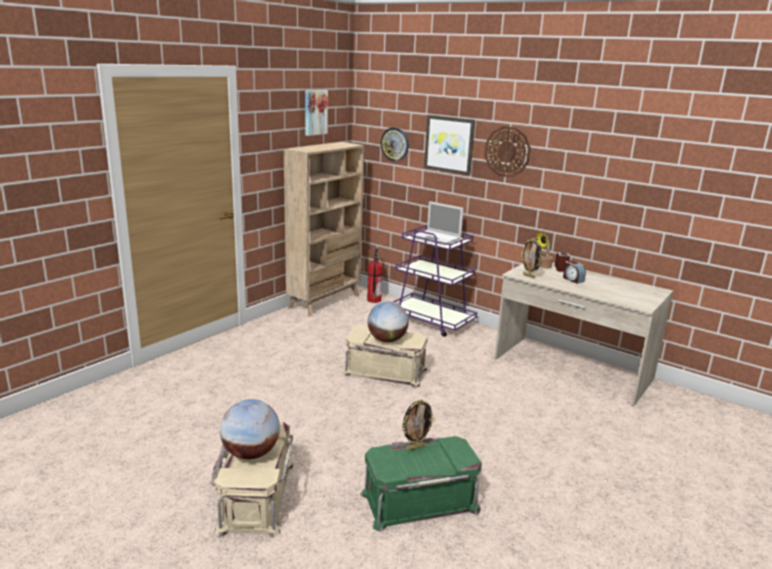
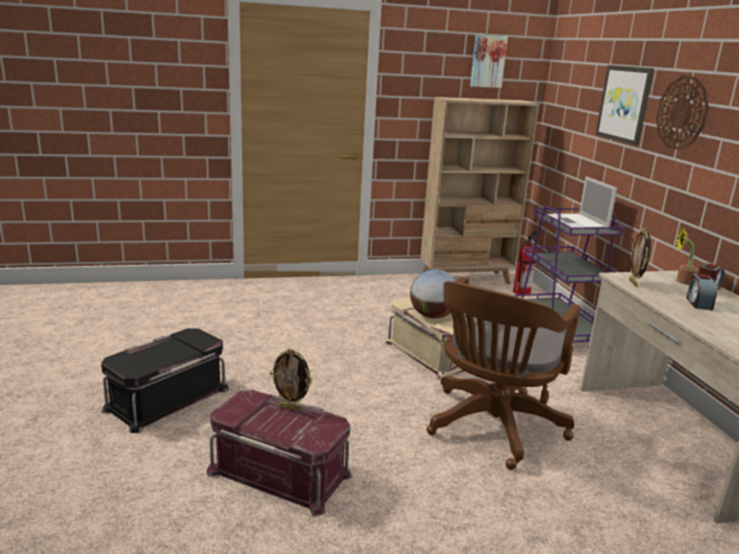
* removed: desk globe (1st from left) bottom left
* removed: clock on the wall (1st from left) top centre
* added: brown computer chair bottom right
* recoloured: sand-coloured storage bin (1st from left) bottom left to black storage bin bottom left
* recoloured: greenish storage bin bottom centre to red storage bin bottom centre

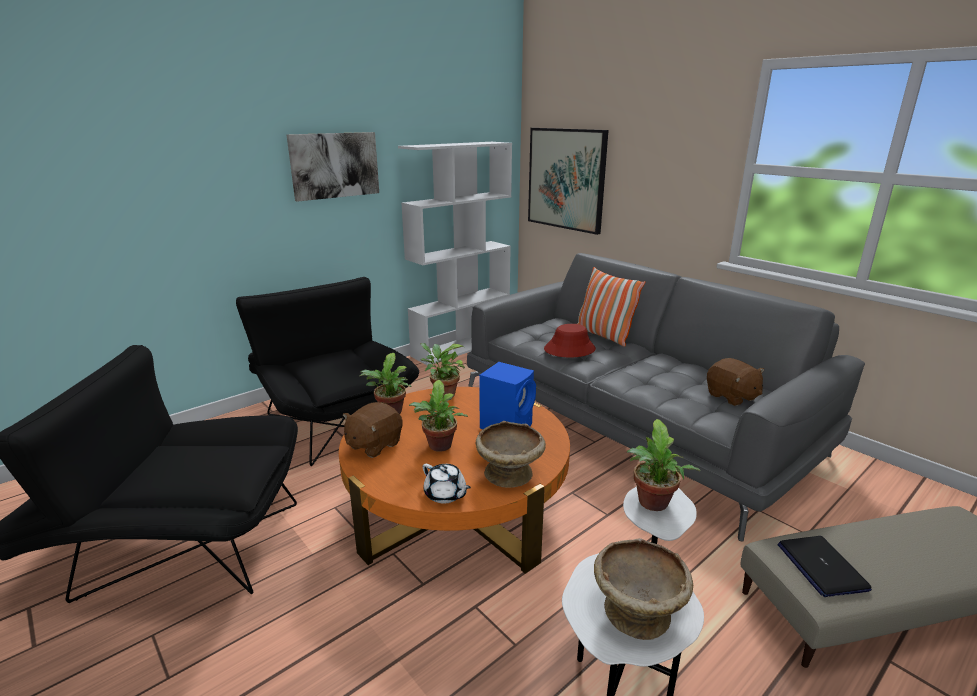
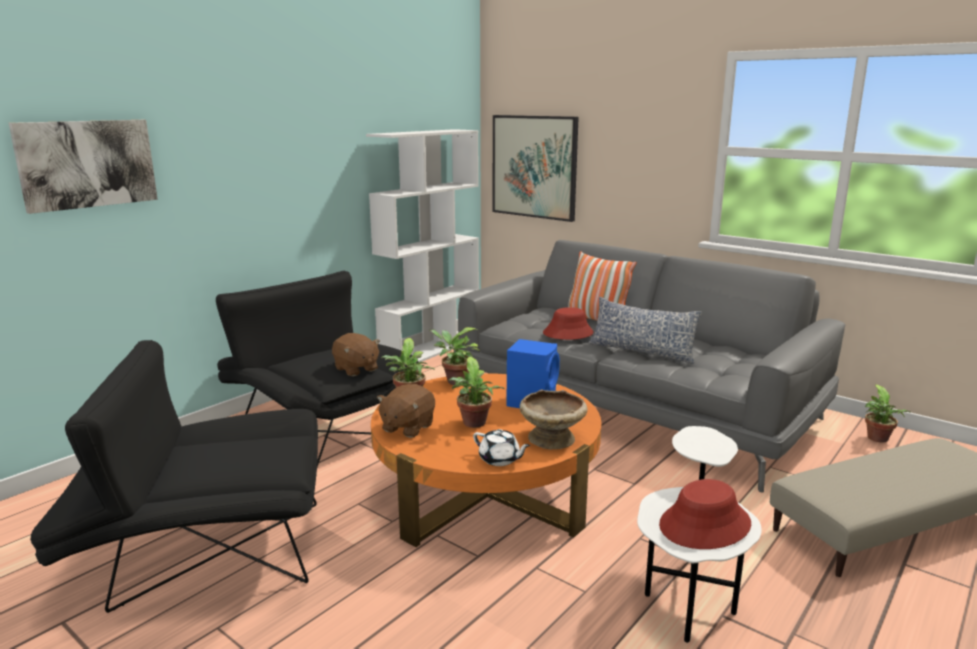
* removed: laptop bottom right
* added: throw pillow (2nd from left) centre
* moved: wall art (1st from left) top centre to top left
* moved: plant in a pot (4th from left) bottom right to middle right
* moved: brown cuddly toy (2nd from left in the first image) middle right to brown cuddly toy (1st from left) centre
* replaced: sand-coloured serving bowl (2nd from left) bottom centre to red hat (2nd from left) bottom right

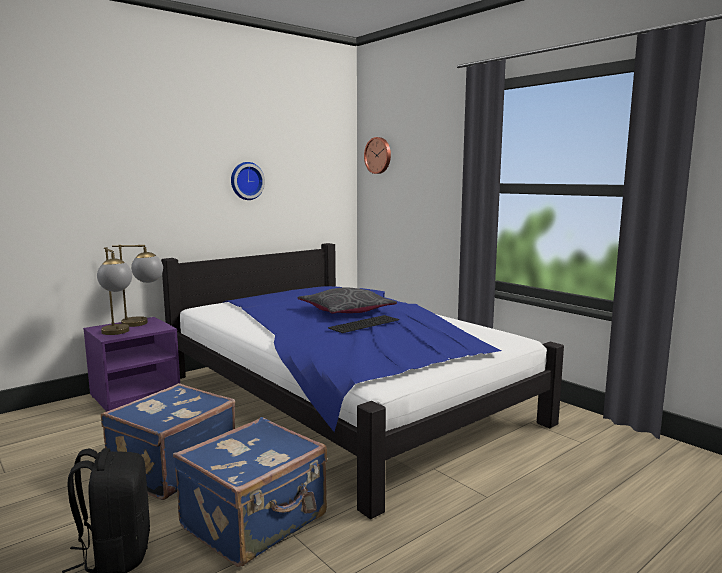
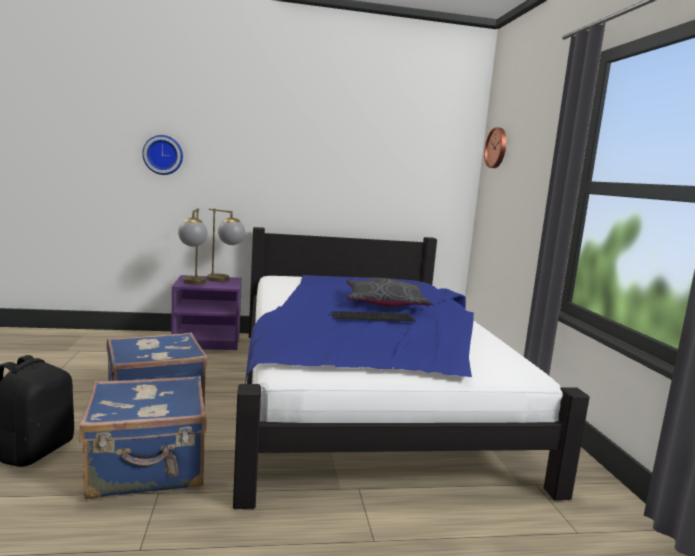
* moved: clock on the wall (1st from left) top centre to top left

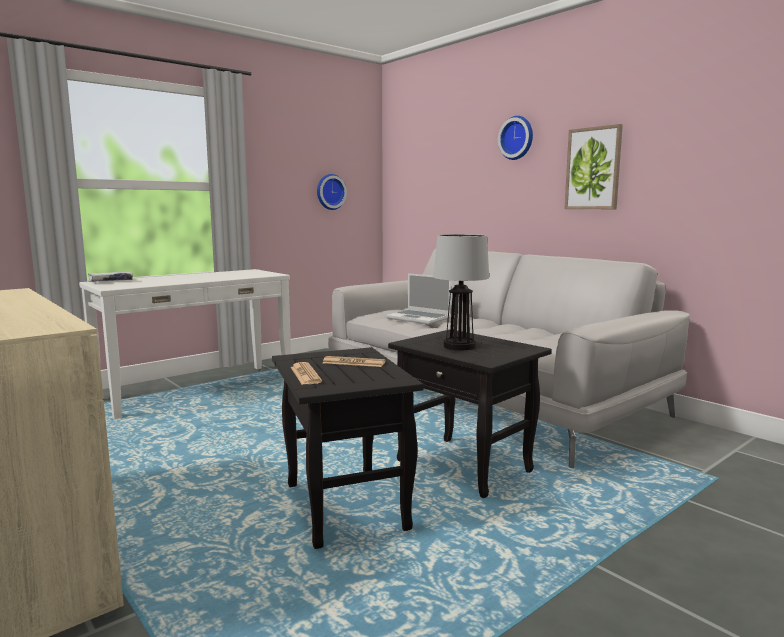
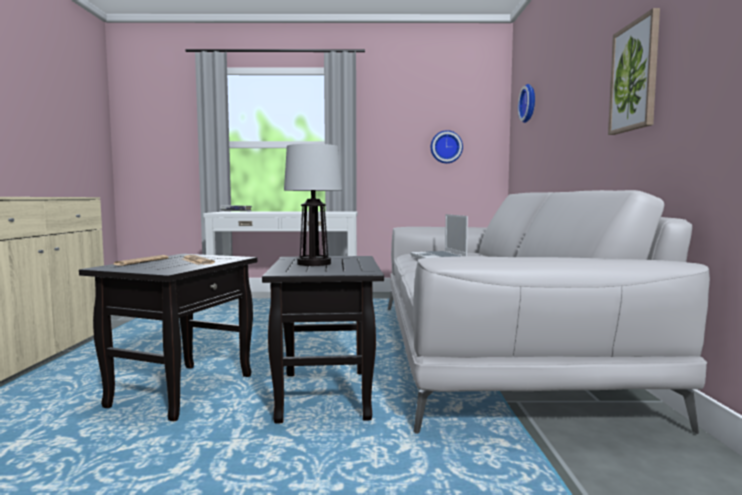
* moved: clock on the wall (2nd from left) top centre to top right

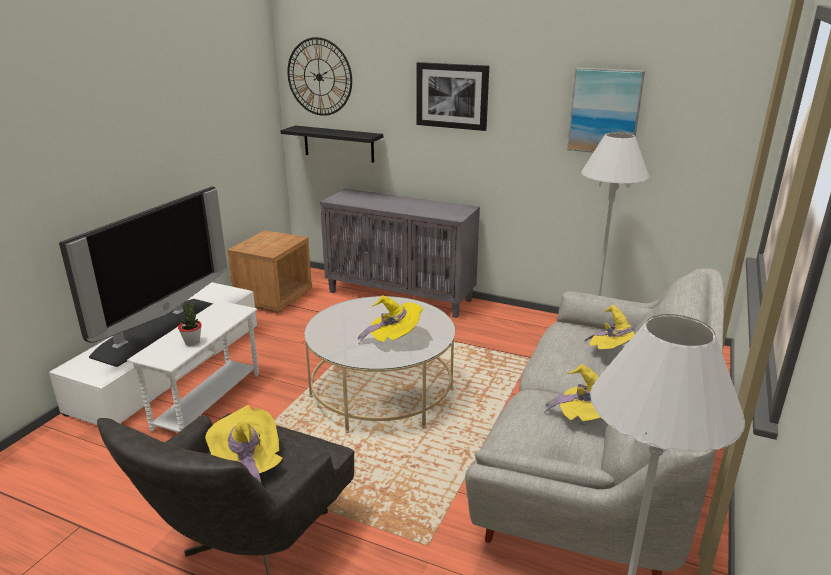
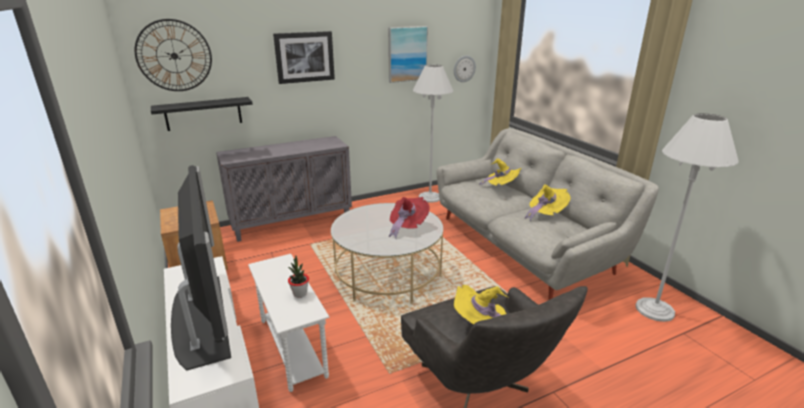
* added: clock on the wall (2nd from left) top centre
* recoloured: yellow-coloured hat (2nd from left) centre to red hat centre

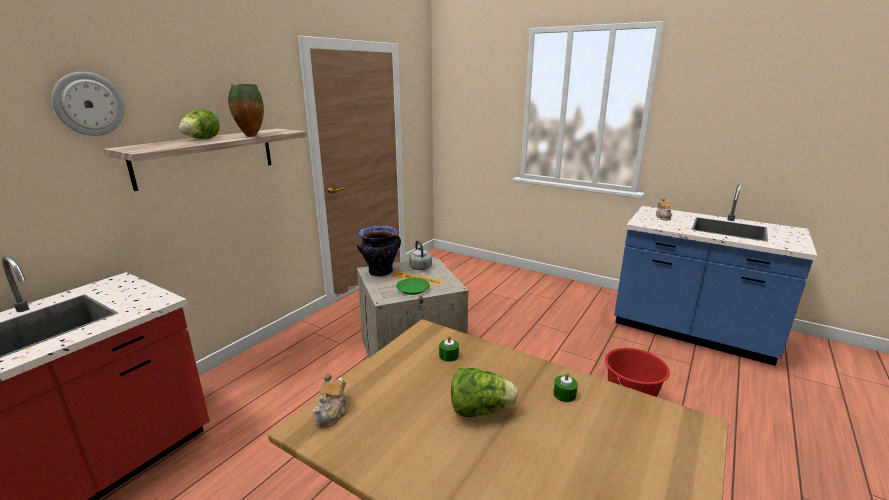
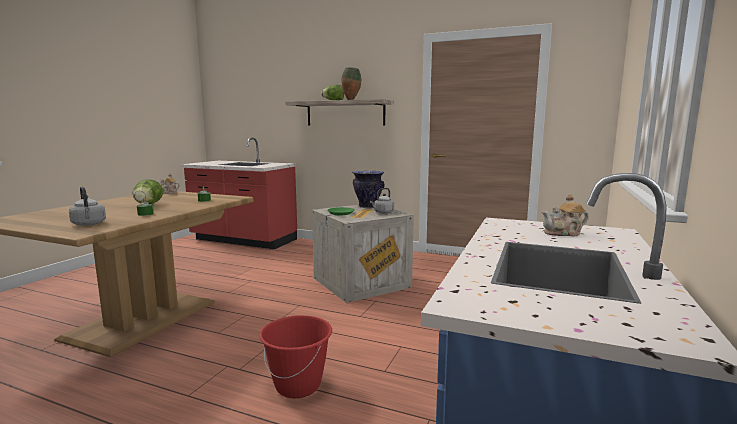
* removed: clock on the wall top left
* added: grey water kettle (1st from left) middle left

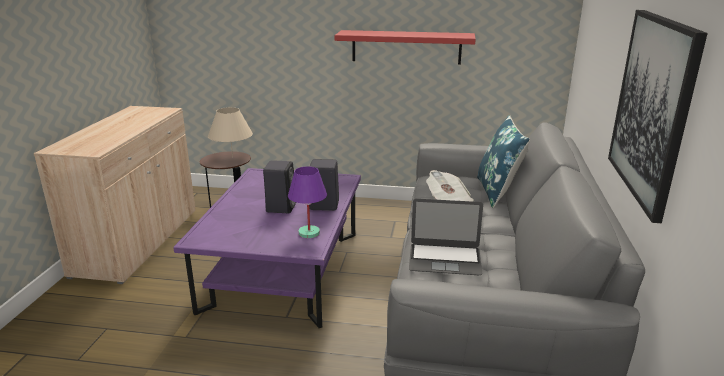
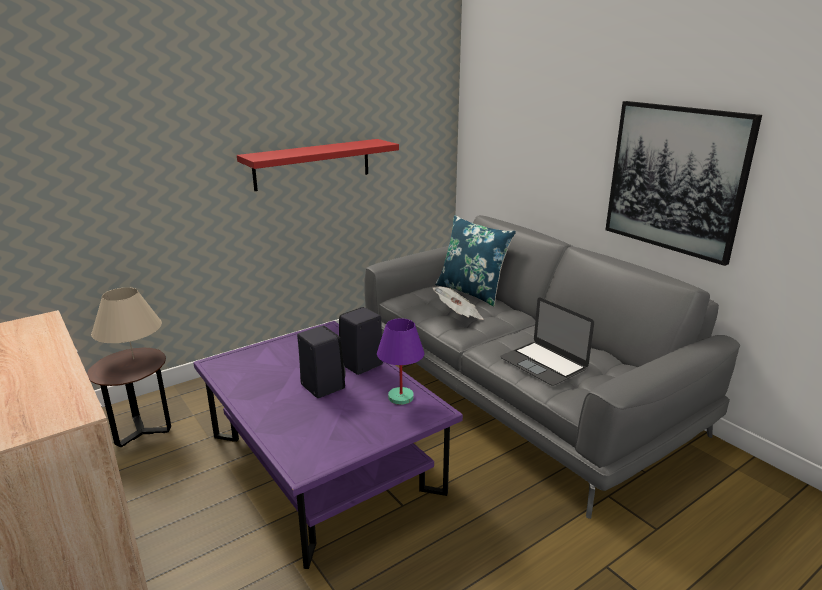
* turned: laptop centre = centre 90 degrees clockwise

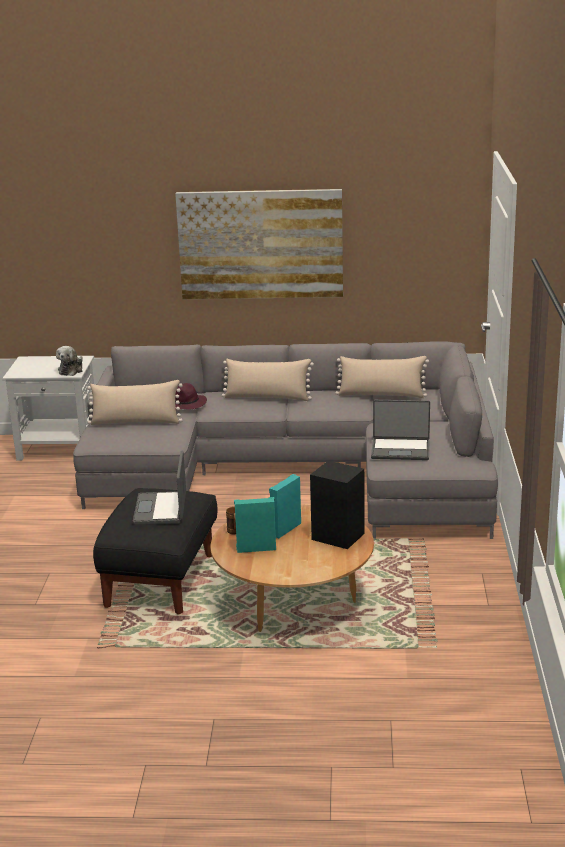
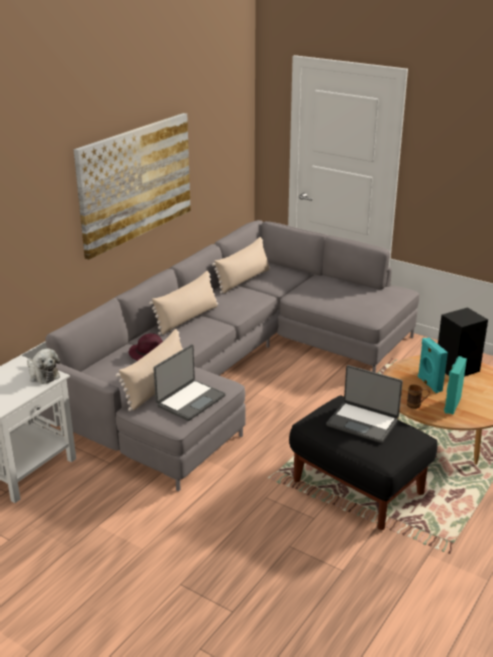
* moved: laptop (2nd from left in the first image) middle right to laptop (1st from left) centre

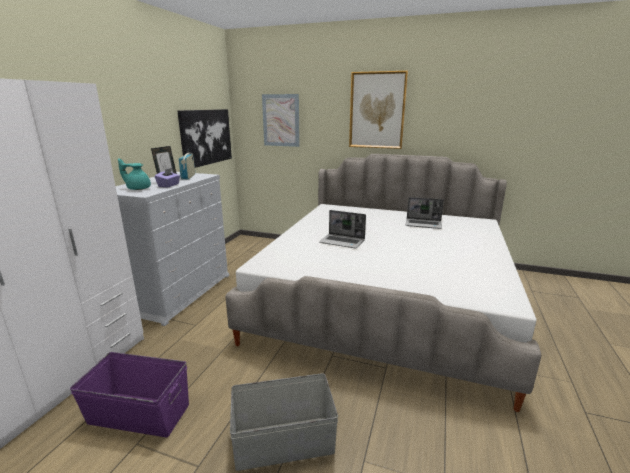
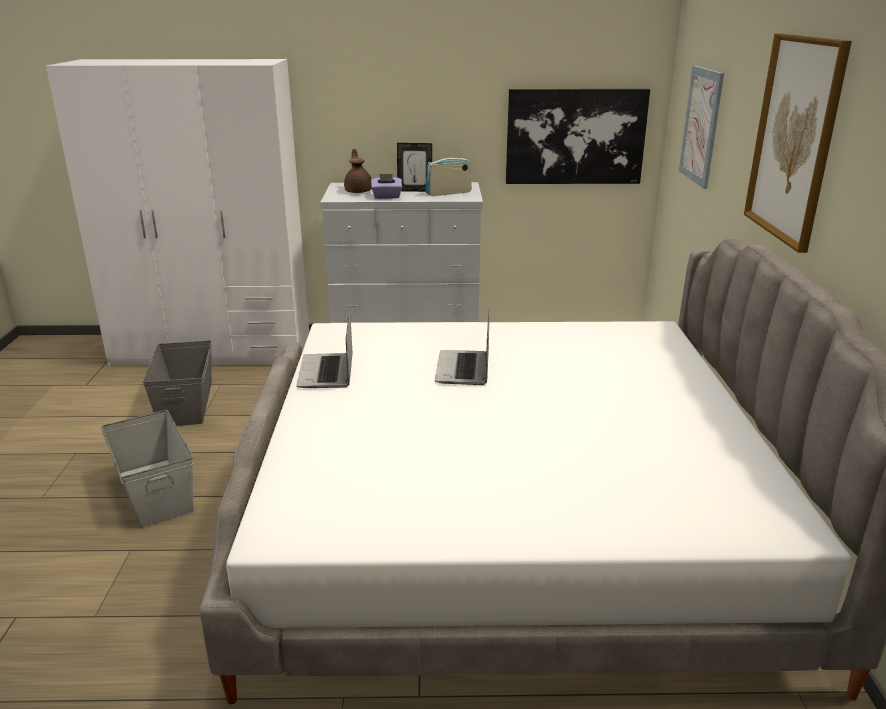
* moved: laptop (2nd from left in the first image) middle right to laptop (1st from left) centre
* recoloured: purplish storage bin bottom left to grey storage bin (2nd from left) middle left
* recoloured: turquoise-coloured pot for tea middle left to brown pot for tea top centre

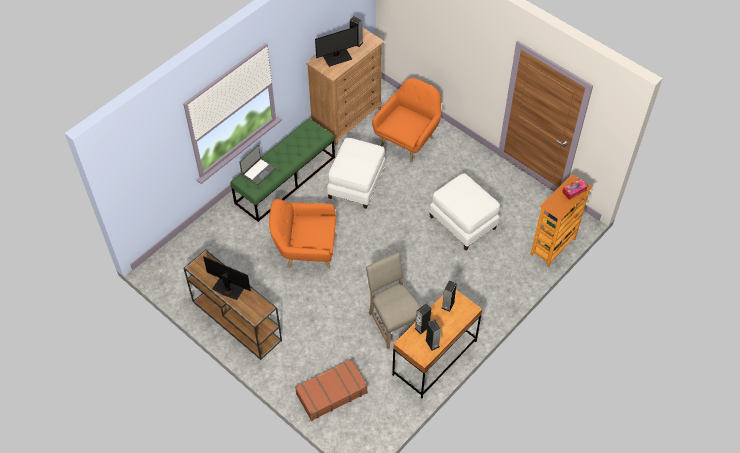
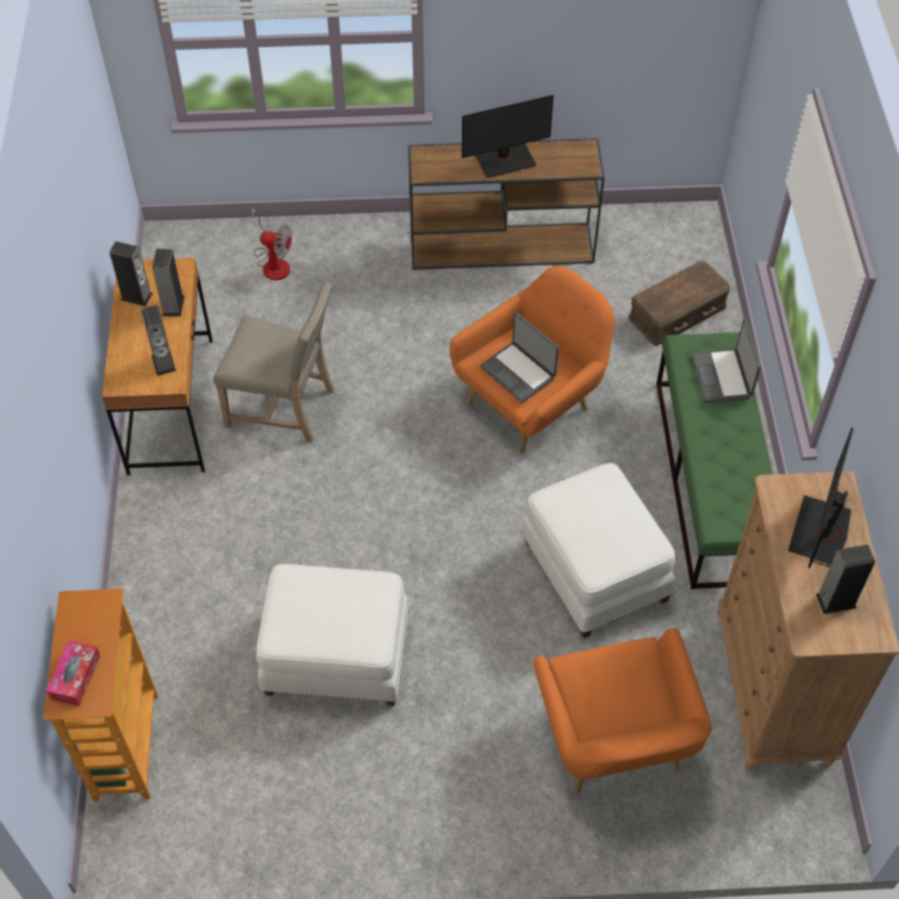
* added: laptop (1st from left) centre
* added: brown storage bin middle right
* replaced: brown piece of luggage bottom centre to cooling fan top left

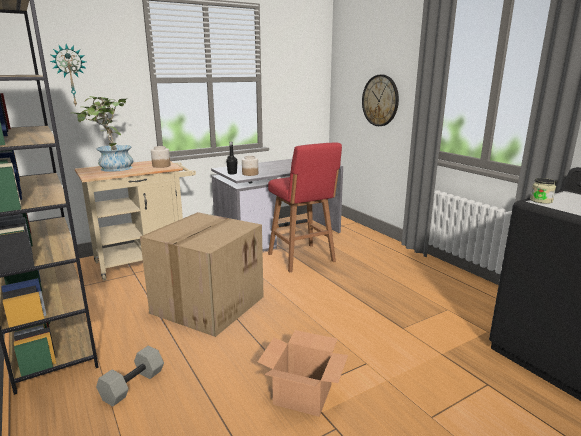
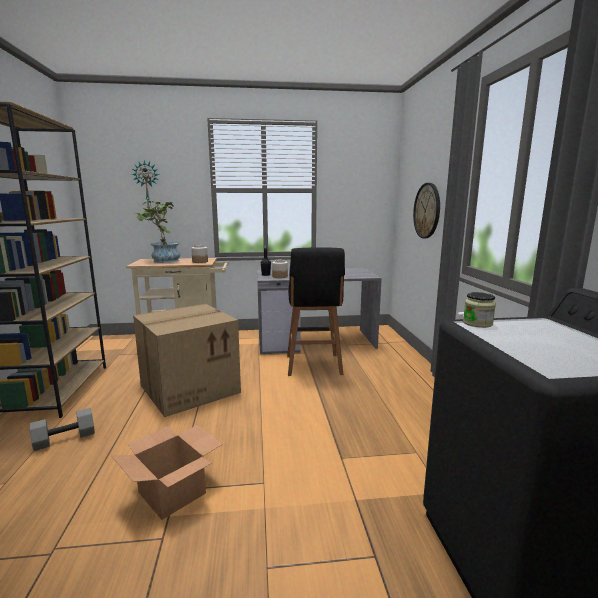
* recoloured: red stool centre to black stool centre

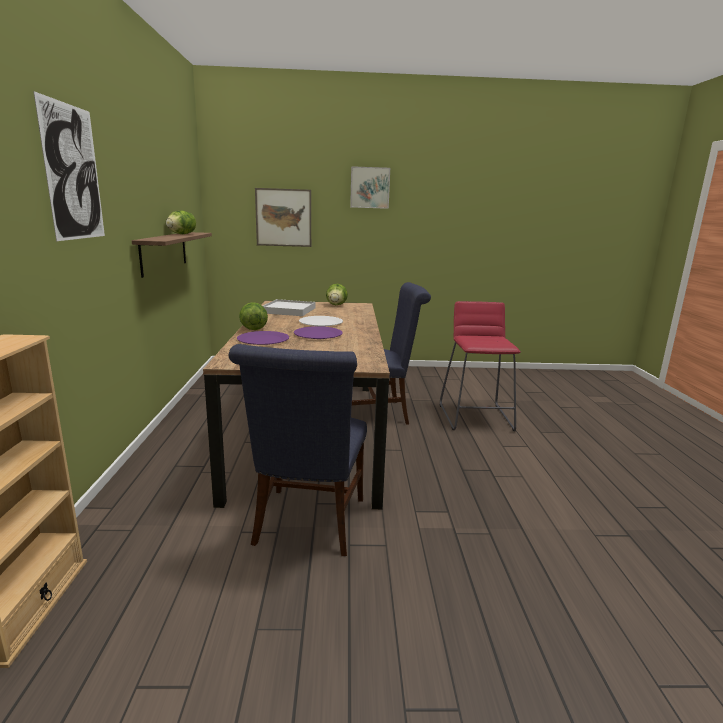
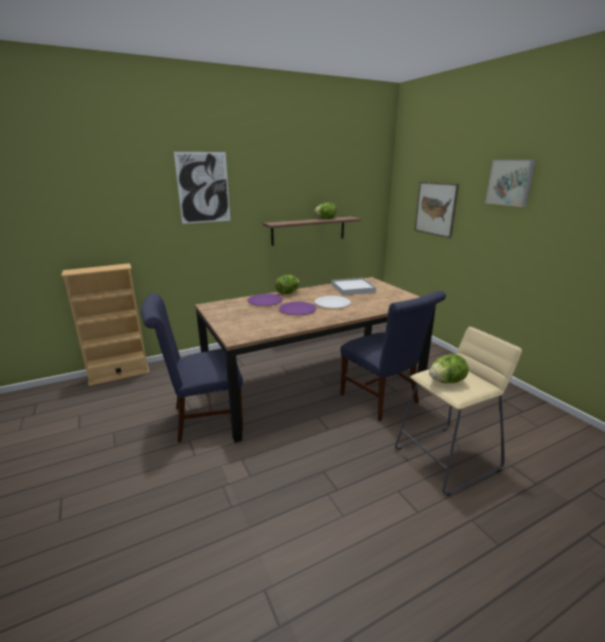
* moved: head of lettuce (3rd from left) centre to middle right
* recoloured: red stool centre to sand-coloured stool middle right

